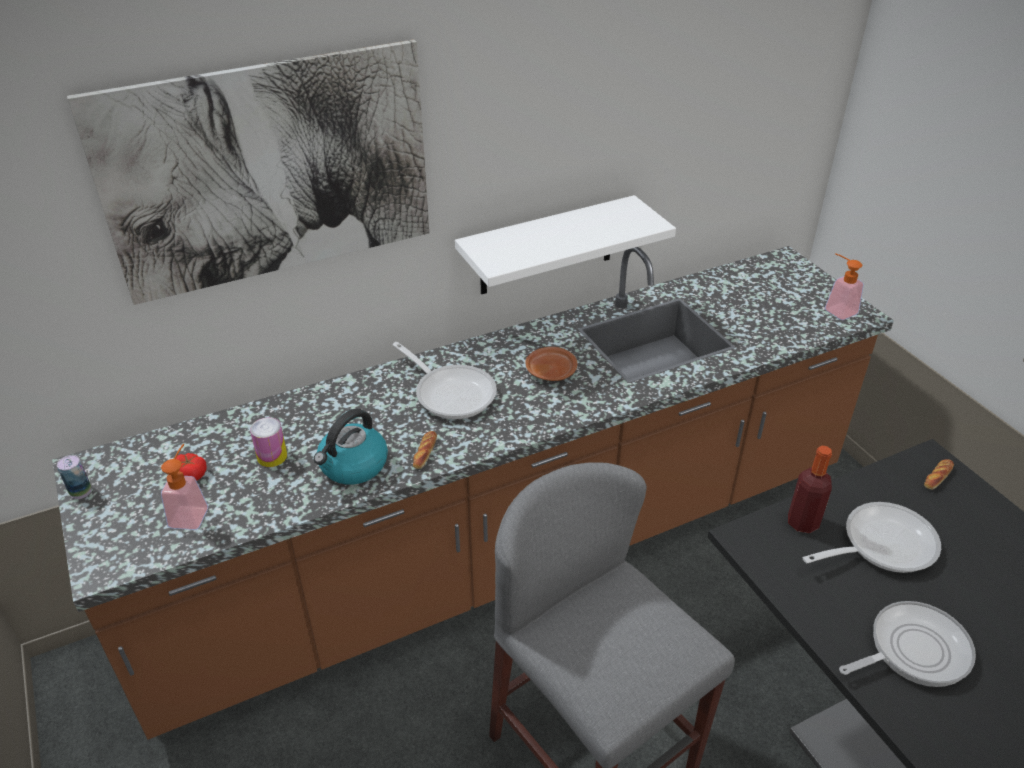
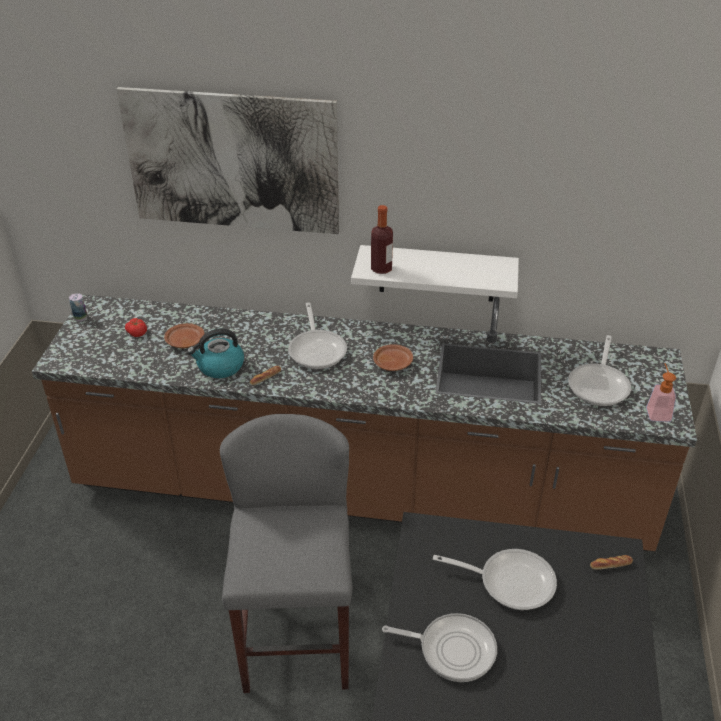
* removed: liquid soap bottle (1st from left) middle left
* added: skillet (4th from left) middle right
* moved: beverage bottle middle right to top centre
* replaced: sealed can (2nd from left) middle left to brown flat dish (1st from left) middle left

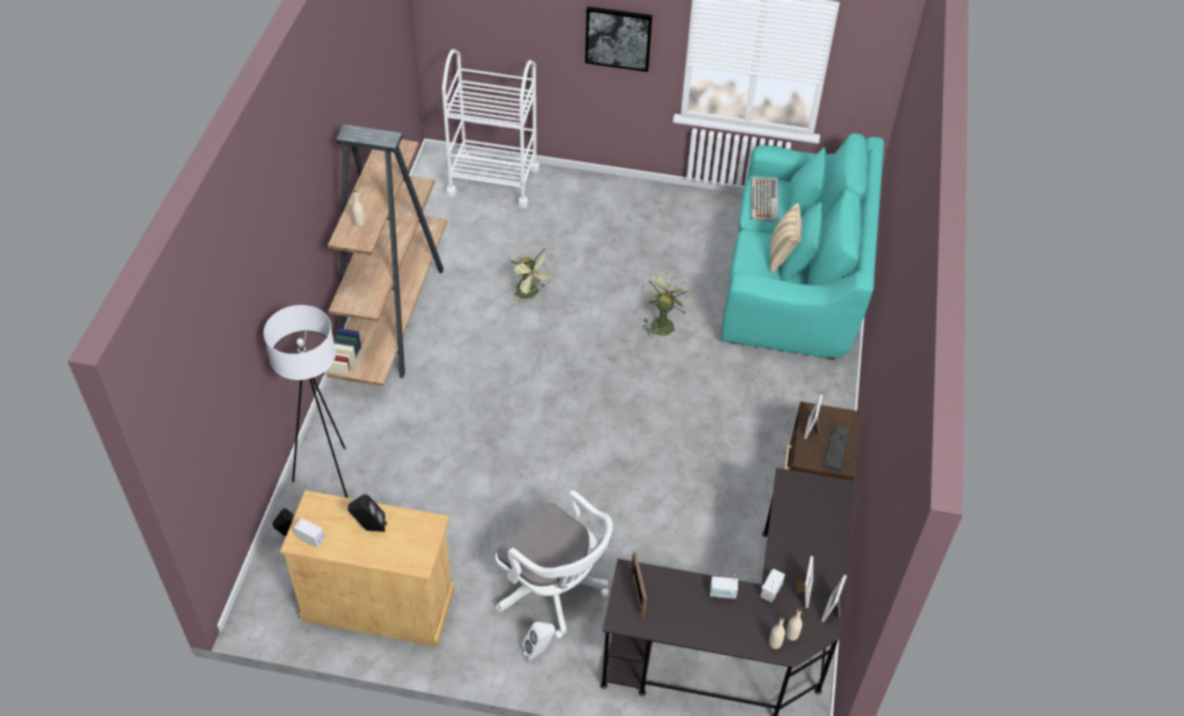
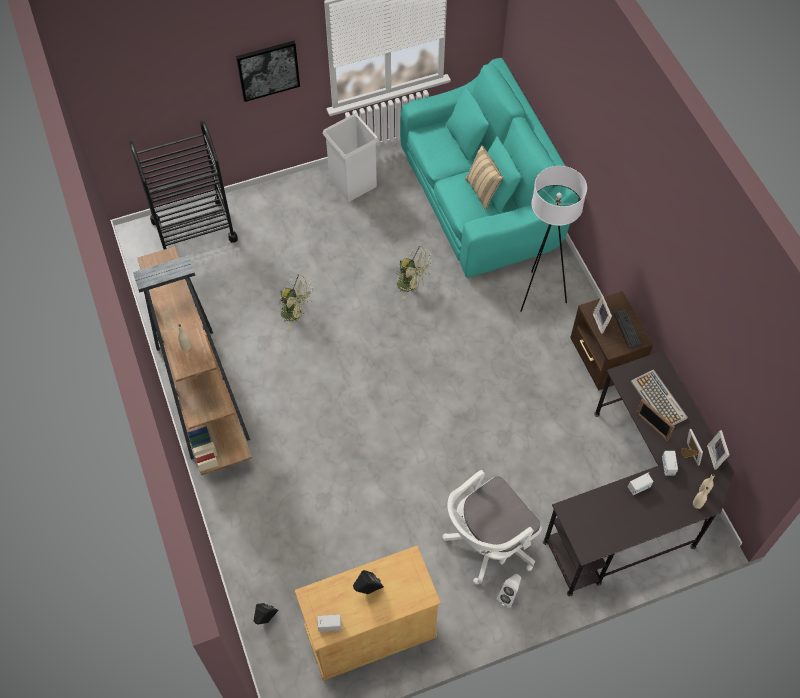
* added: whitish trash can top centre
* moved: whitish floor lamp middle left to middle right
* moved: picture frame (1st from left in the first image) bottom centre to picture frame (2nd from left) middle right
* moved: PC keyboard (1st from left in the first image) top centre to PC keyboard (2nd from left) middle right
* recoloured: whitish trolley top centre to black trolley top left
* turned: whitish computer chair bottom centre = bottom centre 135 degrees clockwise
* turned: greenish cooling fan (2nd from left) centre = centre 135 degrees clockwise

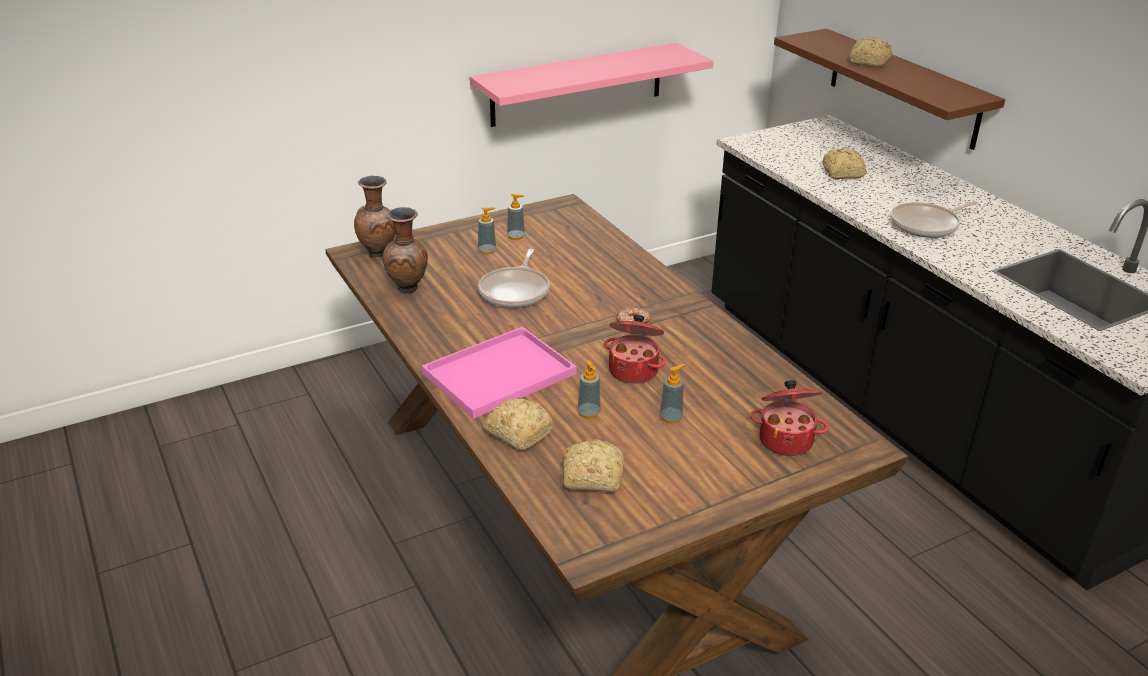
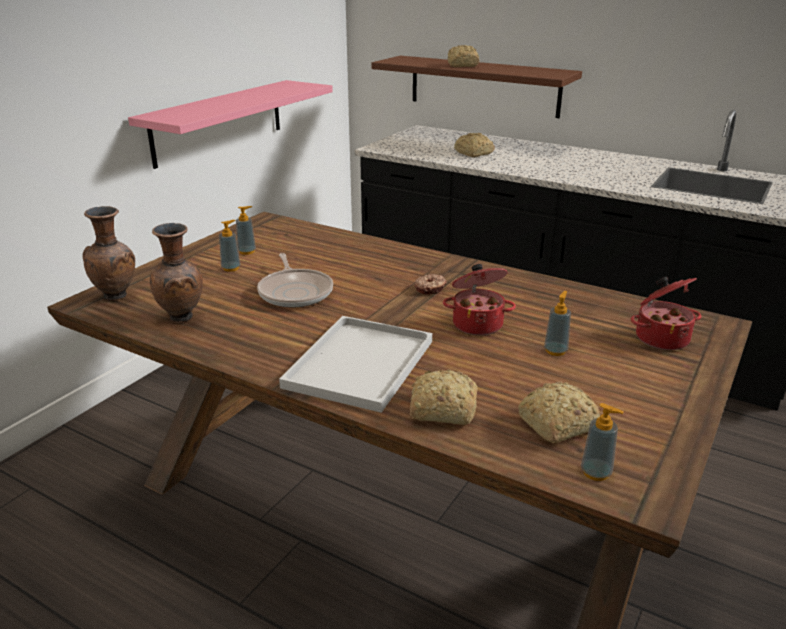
* removed: skillet (2nd from left) top right
* moved: liquid soap bottle (3rd from left in the first image) centre to liquid soap bottle (4th from left) bottom right
* recoloured: pink-coloured serving tray centre to whitish serving tray centre

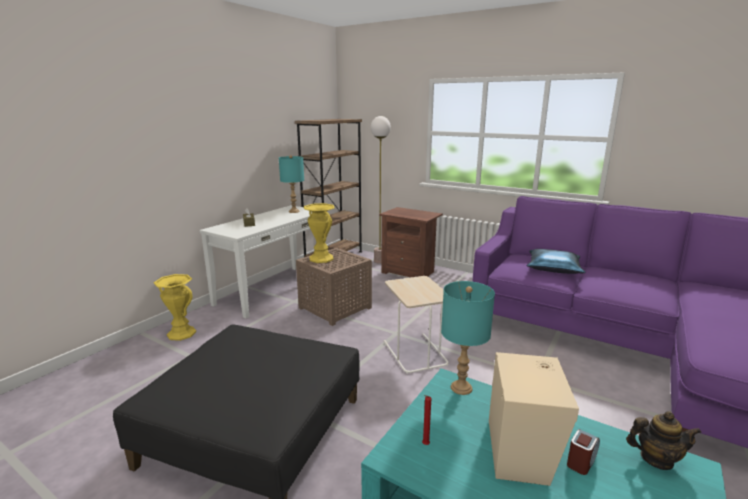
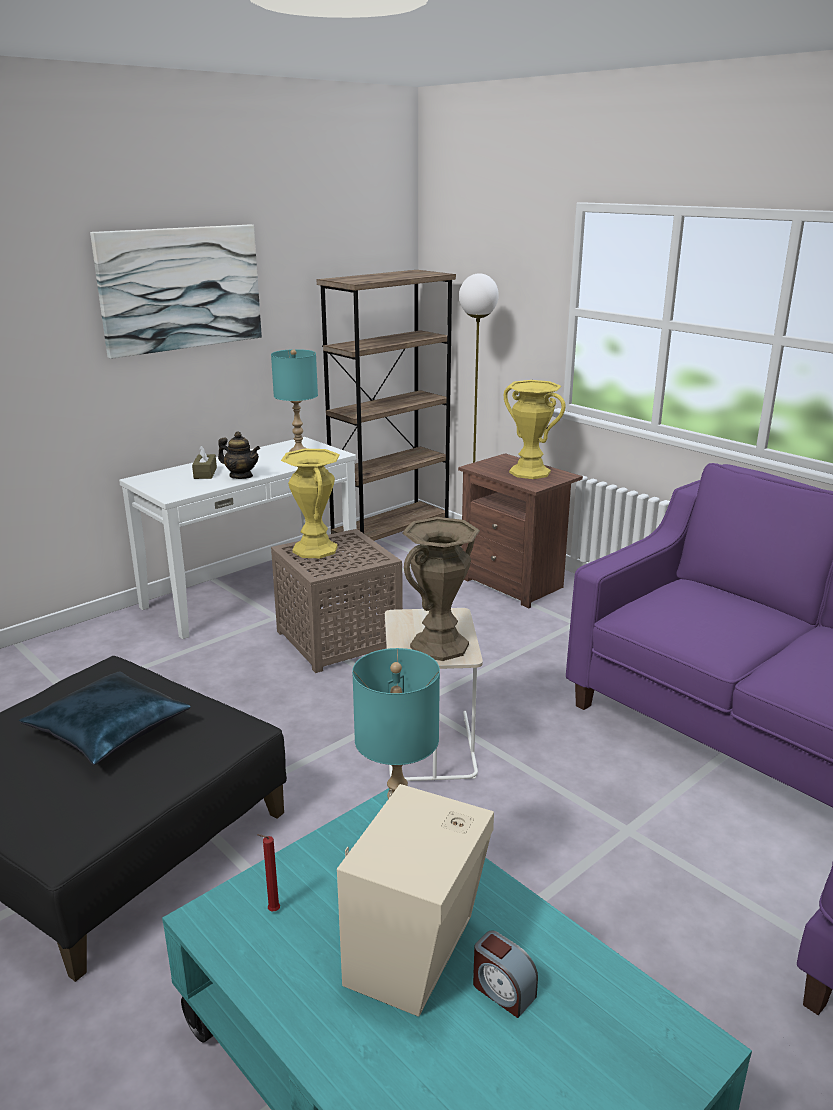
* added: wall art top left
* added: brown flower vase centre
* moved: yellow-coloured flower vase (1st from left in the first image) middle left to yellow-coloured flower vase (2nd from left) centre
* moved: blue throw pillow middle right to middle left
* moved: pot for tea bottom right to middle left
* turned: alarm clock bottom right = bottom centre 75 degrees clockwise

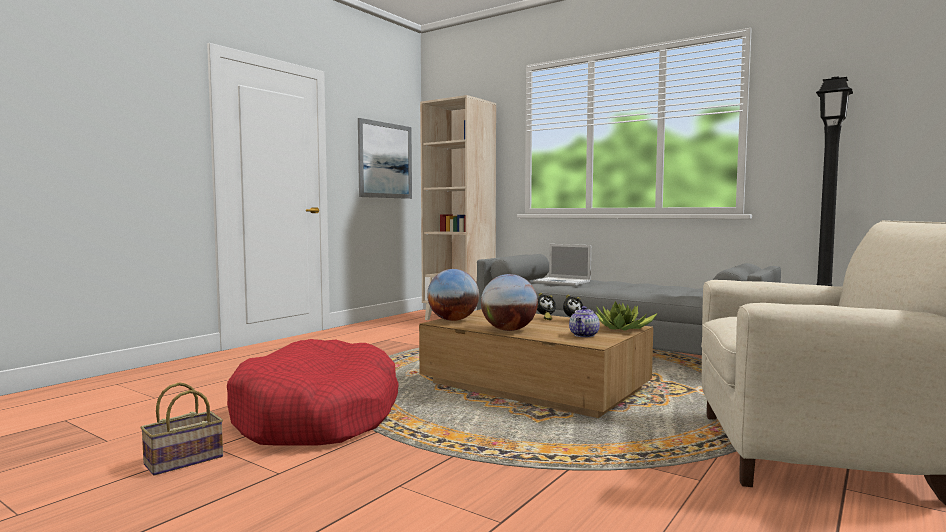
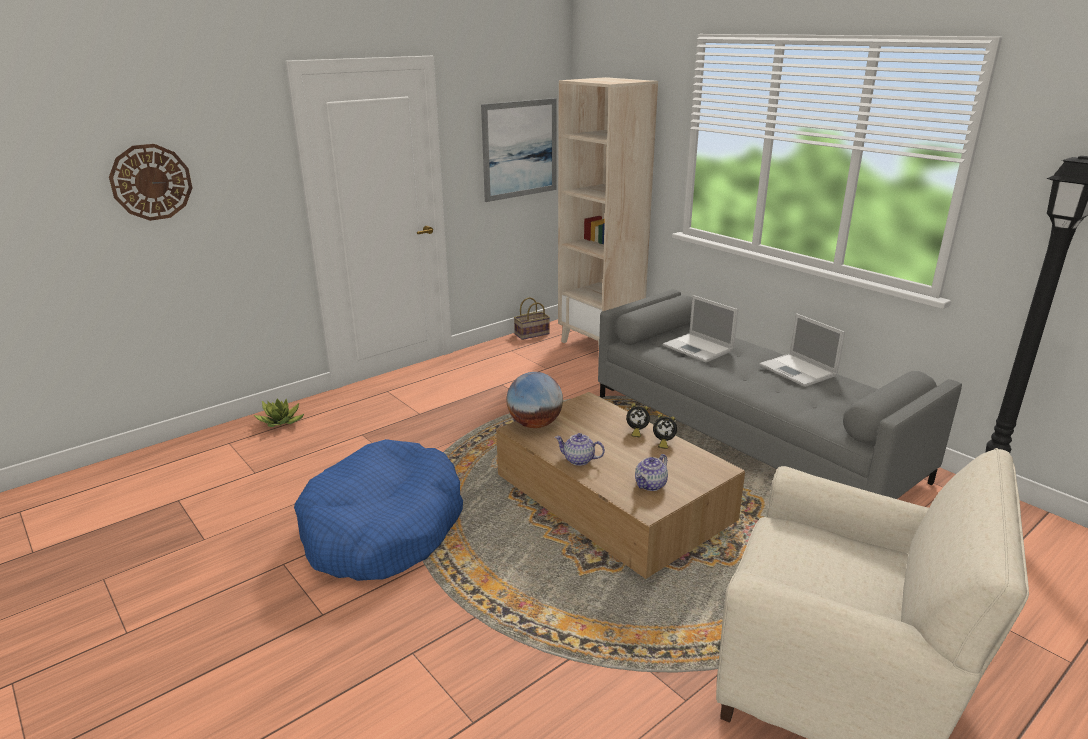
* added: clock on the wall top left
* added: laptop (2nd from left) middle right
* moved: household basket bottom left to centre
* moved: plant in a pot centre to middle left
* replaced: desk globe (2nd from left) centre to pot for tea (1st from left) centre
* recoloured: red dog bed bottom left to blue dog bed bottom centre

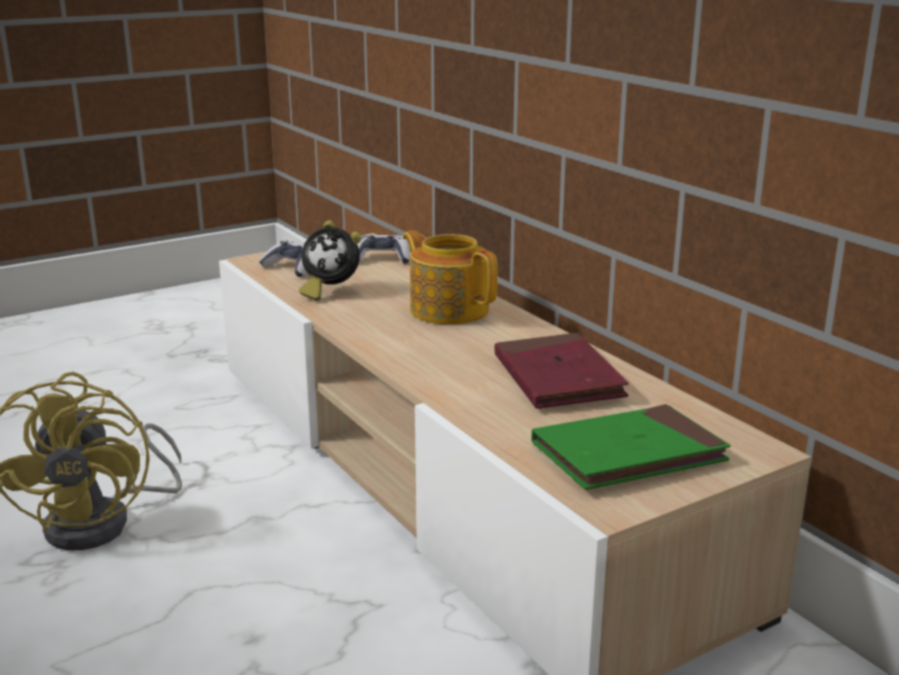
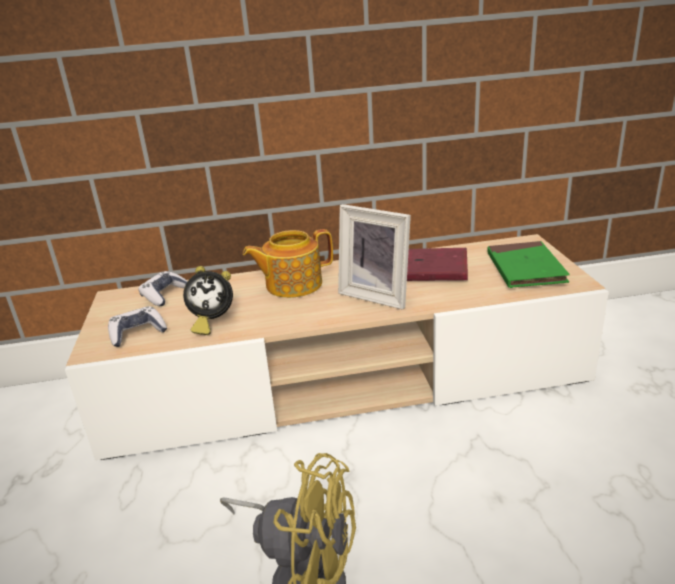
* added: picture frame centre
* turned: alarm clock centre = middle left 45 degrees clockwise

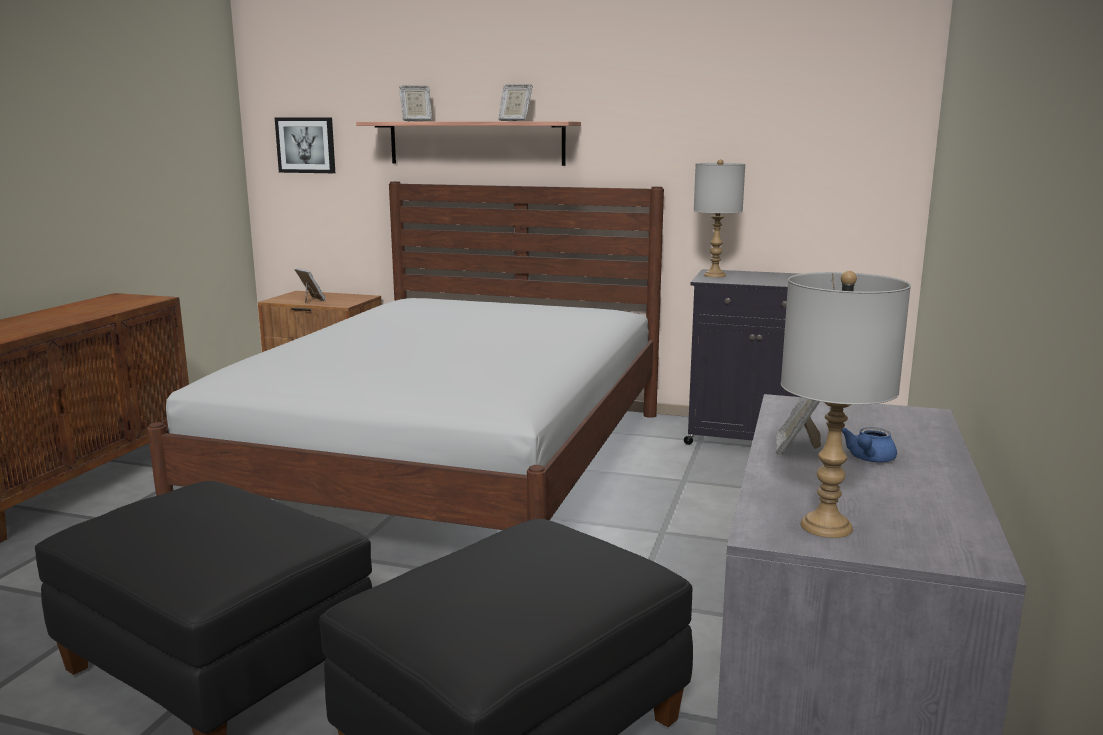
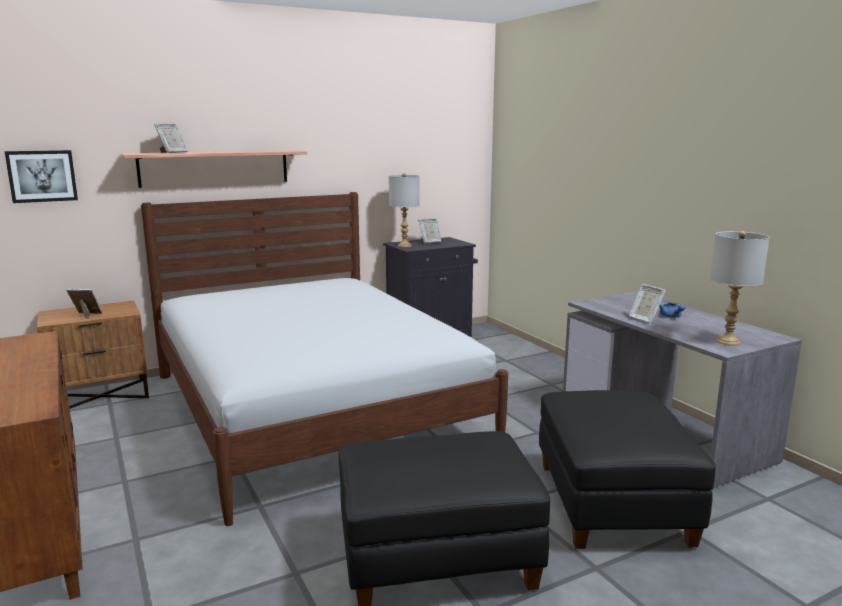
* moved: picture frame (3rd from left) top centre to centre

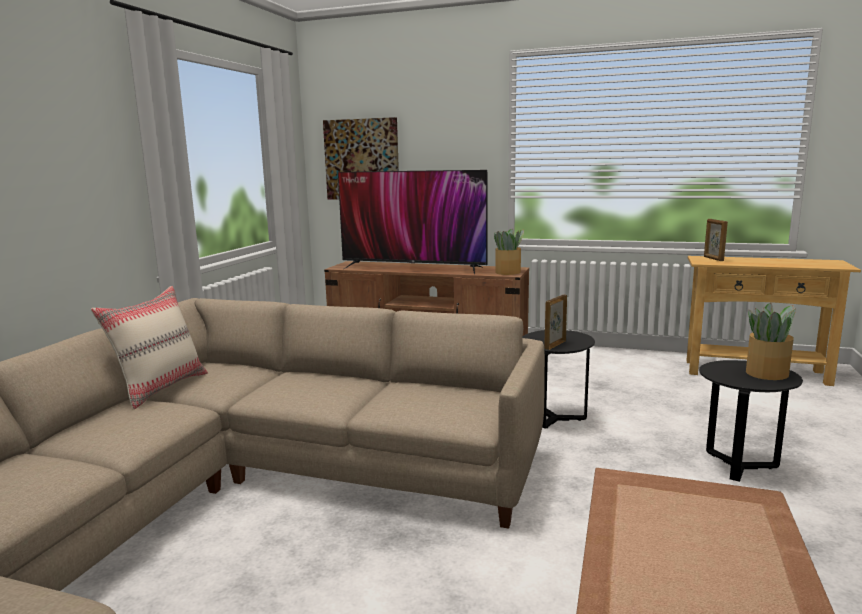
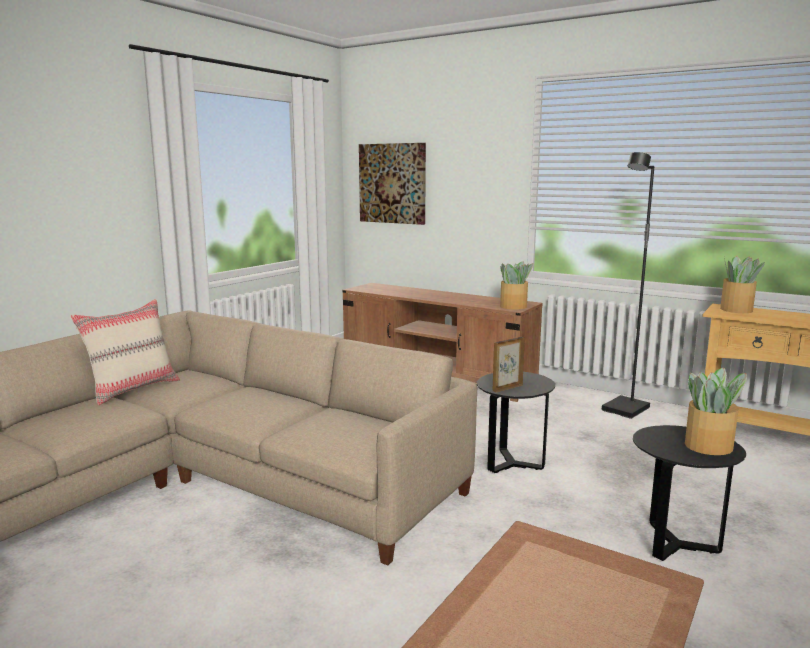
* removed: TV centre
* added: black floor lamp middle right
* replaced: picture frame (2nd from left) middle right to plant in a pot (3rd from left) middle right

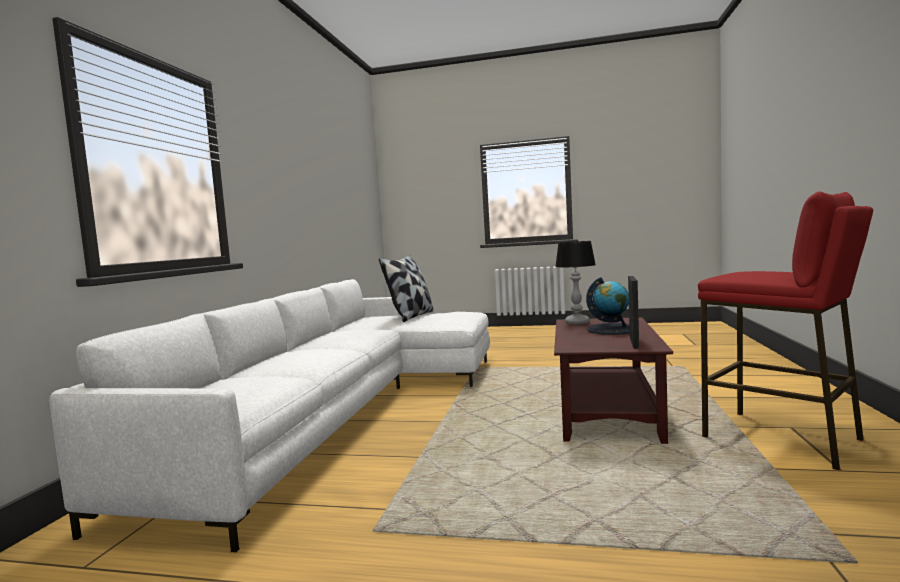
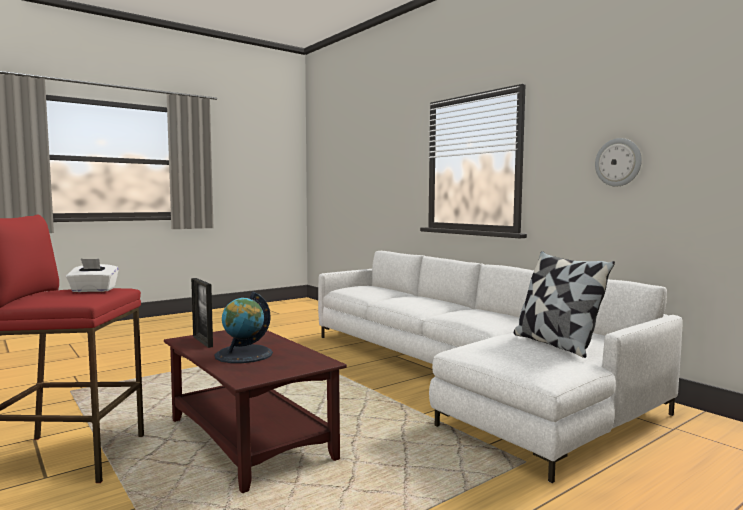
* removed: lamp for a table centre
* added: whitish tissue box middle left
* added: clock on the wall top right

